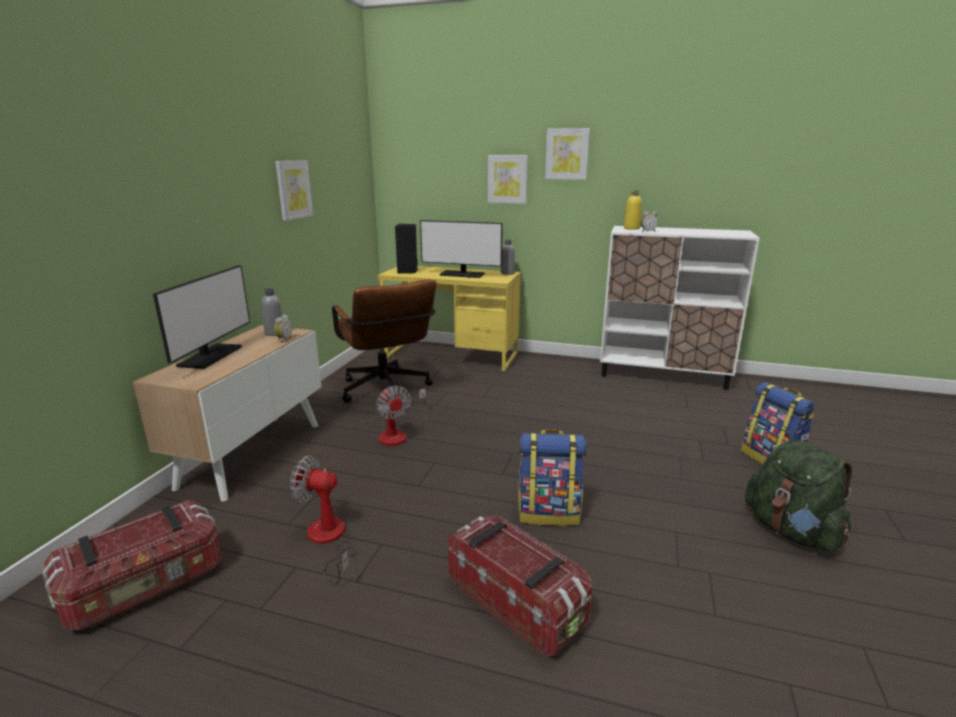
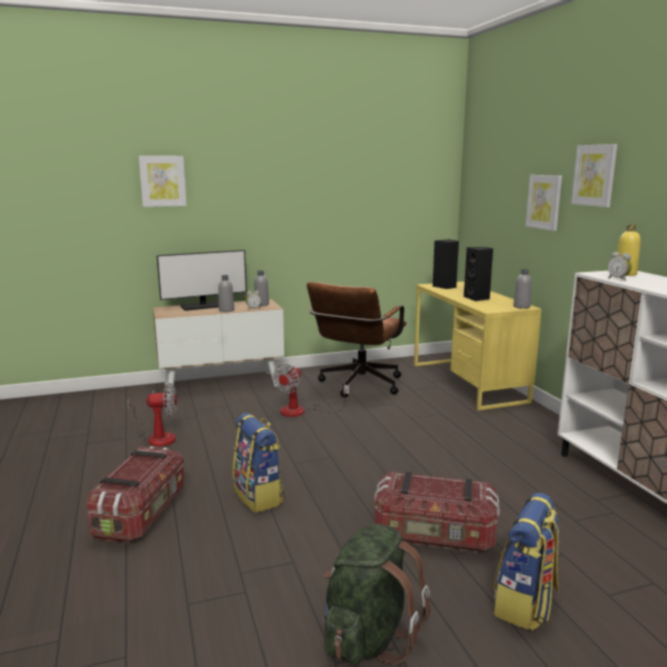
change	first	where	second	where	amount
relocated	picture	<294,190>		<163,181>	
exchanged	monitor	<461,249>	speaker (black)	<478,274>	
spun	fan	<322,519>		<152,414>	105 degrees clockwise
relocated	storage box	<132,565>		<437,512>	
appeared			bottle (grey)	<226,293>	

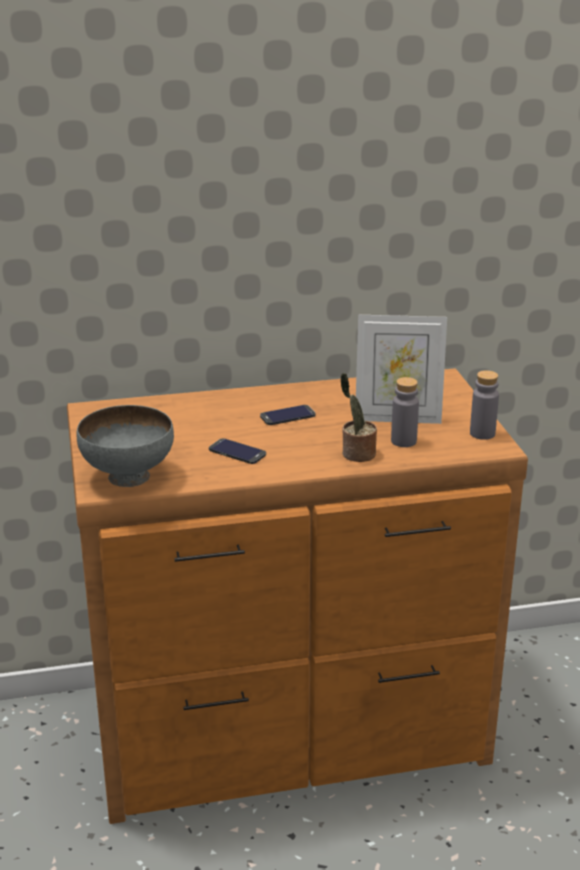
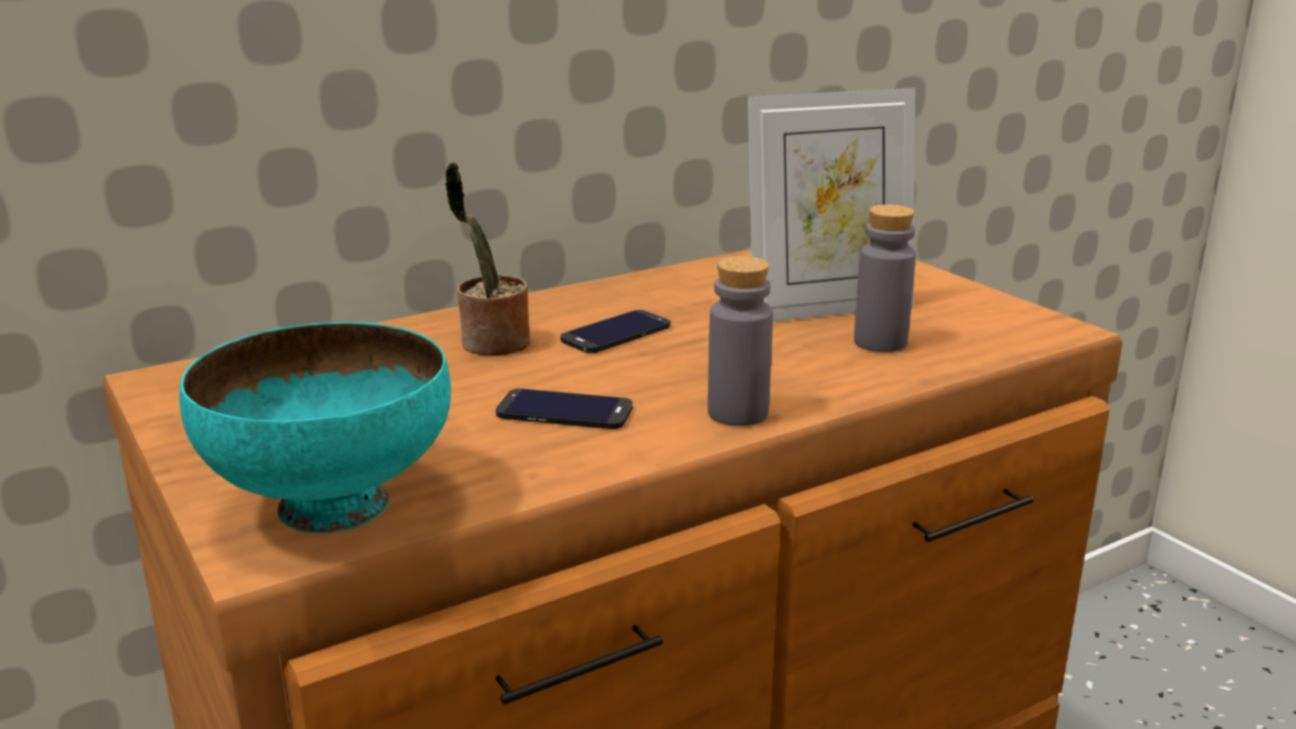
change	first	where	second	where	amount
relocated	bottle (grey)	<484,405>		<740,341>	
relocated	potted plant	<359,417>		<487,258>	
colour	bowl (grey)	<125,446>	bowl (turquoise)	<315,427>	

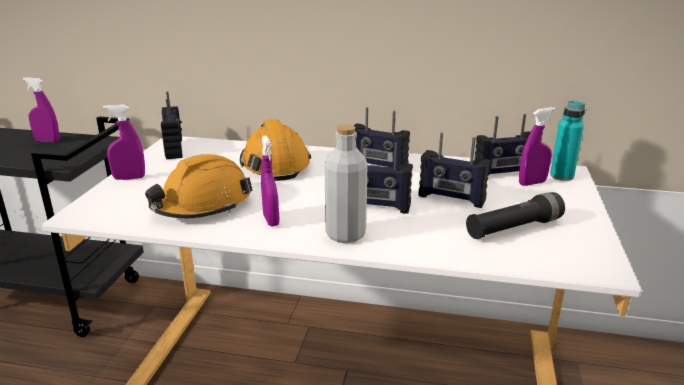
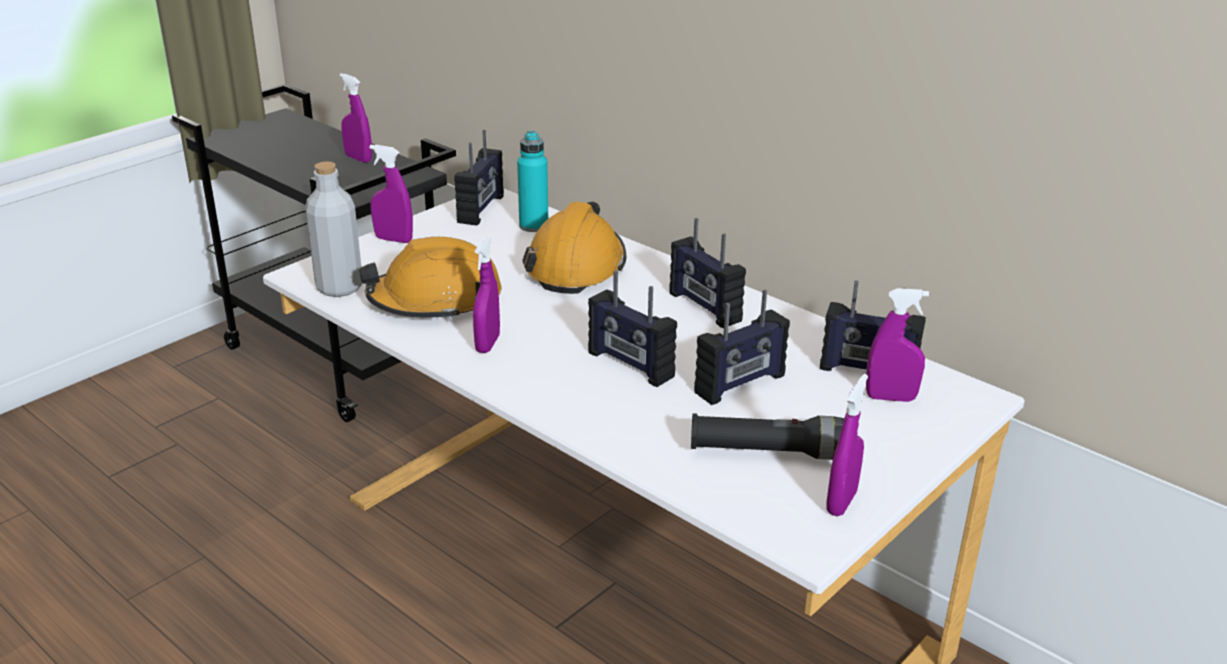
change	first	where	second	where	amount
relocated	bottle (turquoise)	<567,141>		<532,181>	
relocated	bottle (grey)	<346,183>		<333,229>	
spun	radio	<454,170>		<742,347>	90 degrees counterclockwise
appeared			spray bottle (purple)	<847,445>	

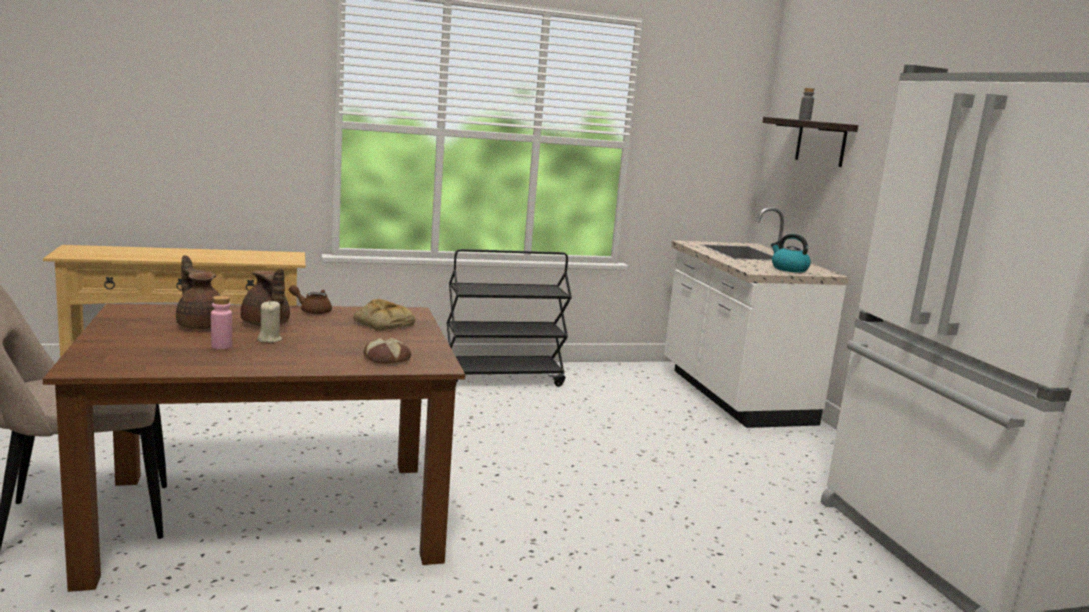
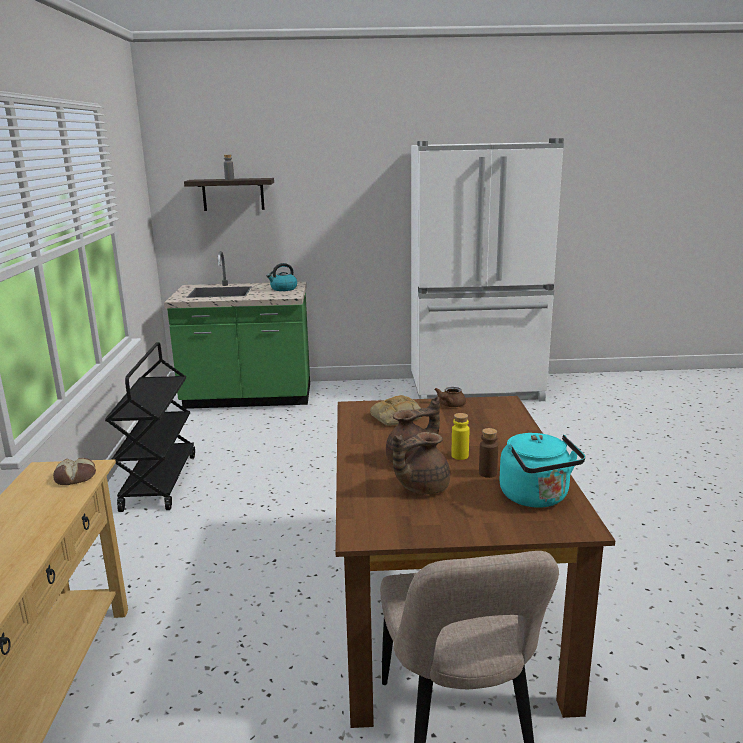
change	first	where	second	where	amount
colour	counter (white)	<756,317>	counter (green)	<237,330>	
relocated	teapot (brown)	<310,299>		<450,397>	
colour	bottle (pink)	<221,322>	bottle (brown)	<488,453>	
exchanged	candle (beige)	<269,322>	bottle (yellow)	<460,436>	
relocated	bread	<387,351>		<74,471>	
appeared			kettle (turquoise)	<542,470>	

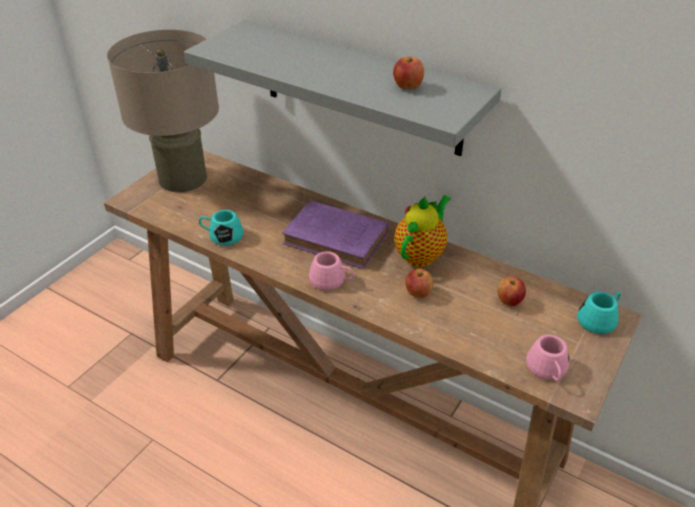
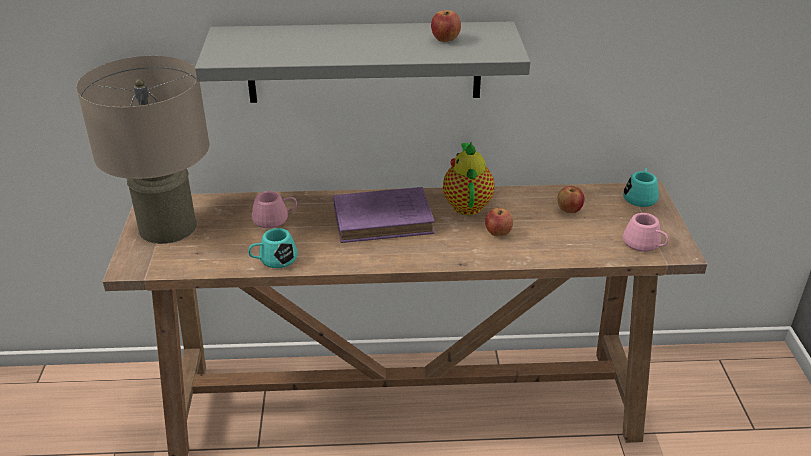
change	first	where	second	where	amount
relocated	mug (pink)	<331,270>		<274,209>	

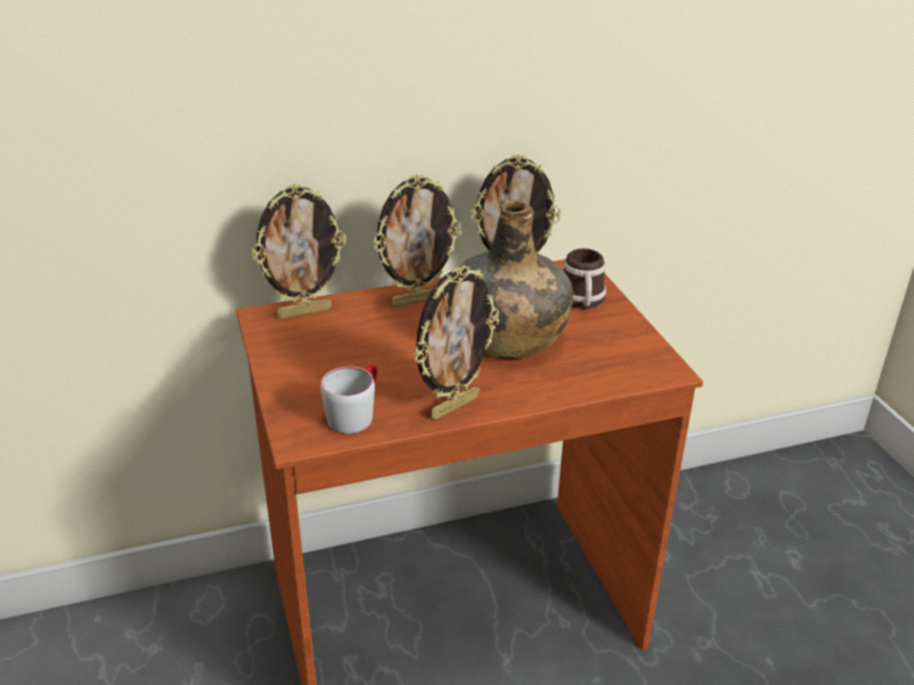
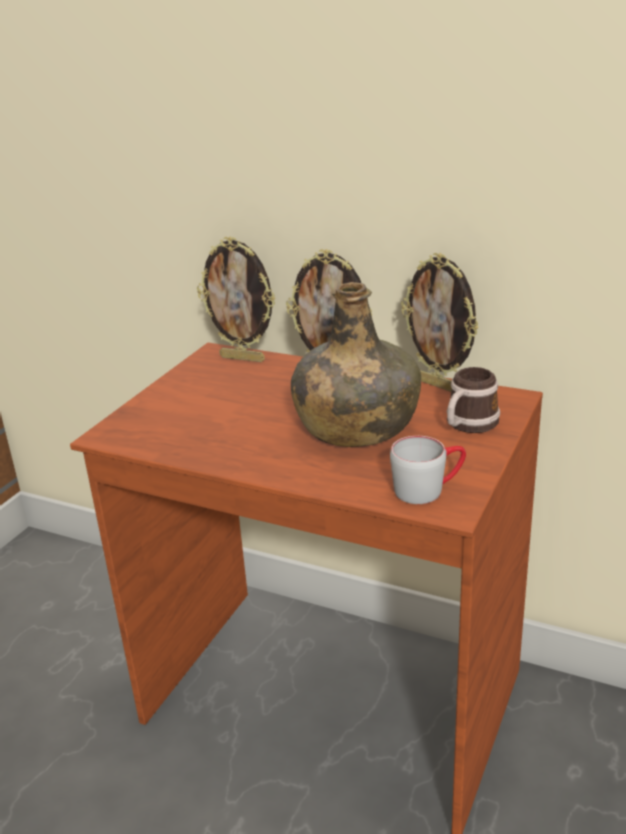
change	first	where	second	where	amount
missing	picture frame	<456,342>			
relocated	mug (grey)	<348,399>		<428,470>	

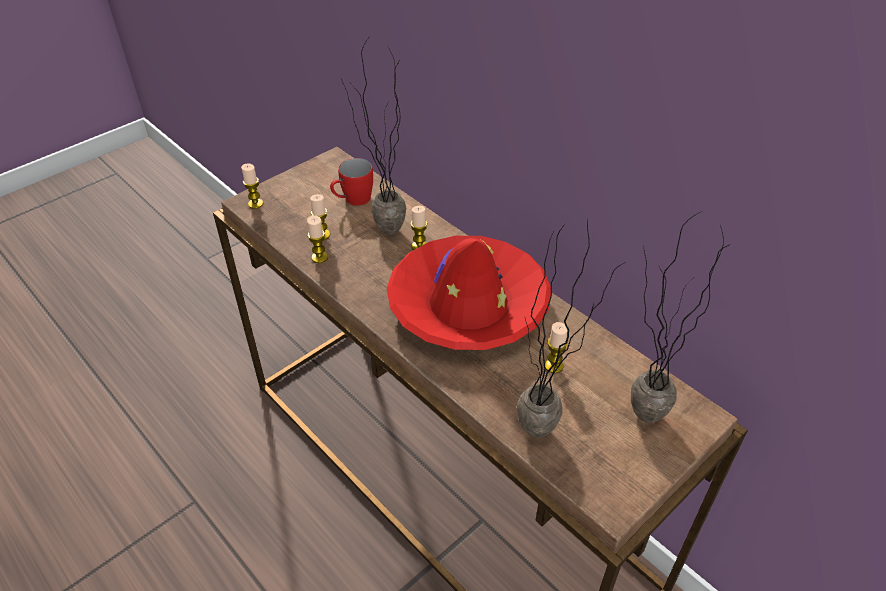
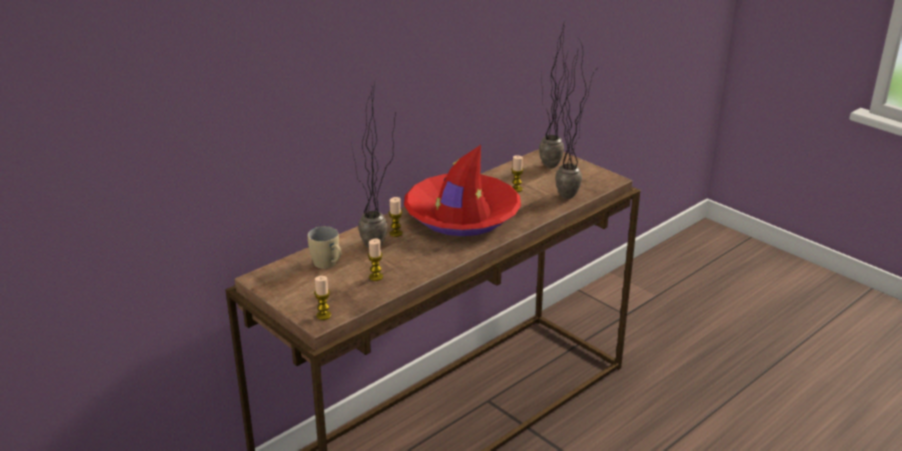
change	first	where	second	where	amount
colour	mug (red)	<351,182>	mug (beige)	<324,247>	
missing	candle	<317,239>			

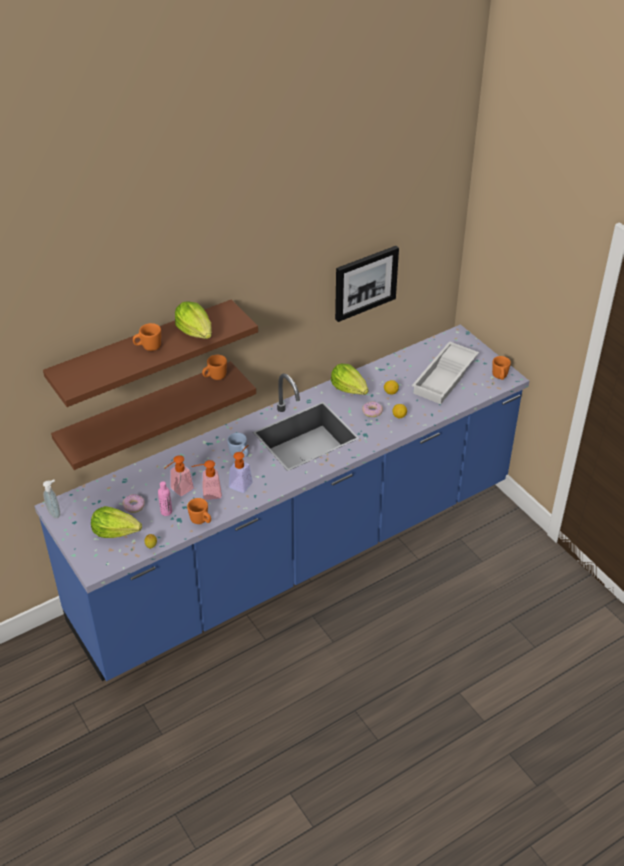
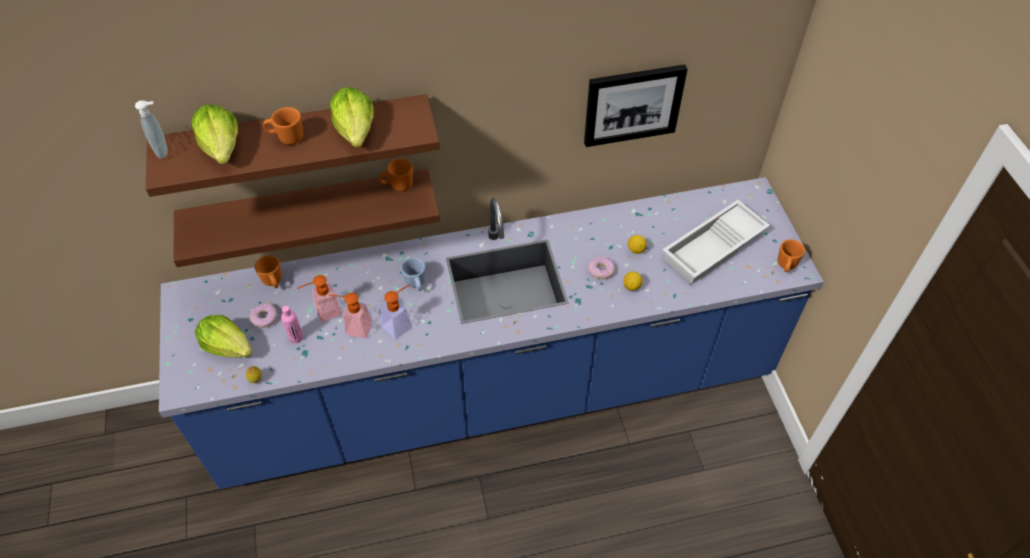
change	first	where	second	where	amount
relocated	lettuce	<349,379>		<215,134>	
relocated	soap dispenser	<51,499>		<151,129>	
relocated	mug (orange)	<199,511>		<268,271>	

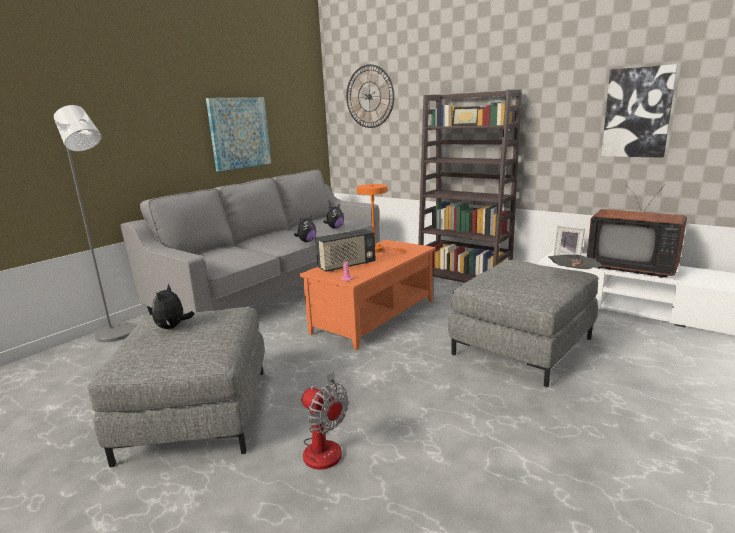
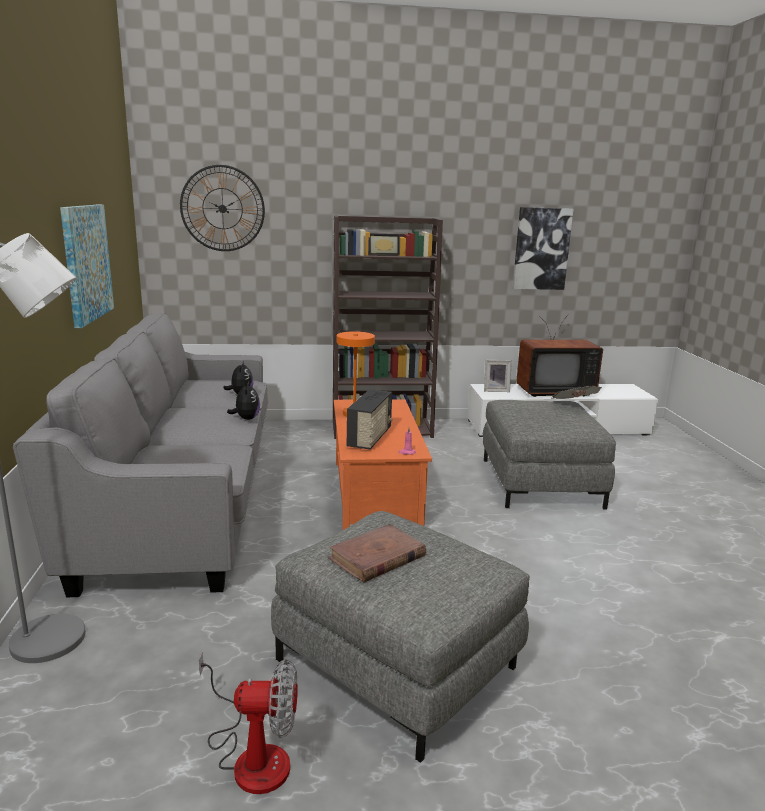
change	first	where	second	where	amount
exchanged	plush toy	<173,306>	book (brown)	<377,553>	
relocated	fan	<325,421>		<248,722>	

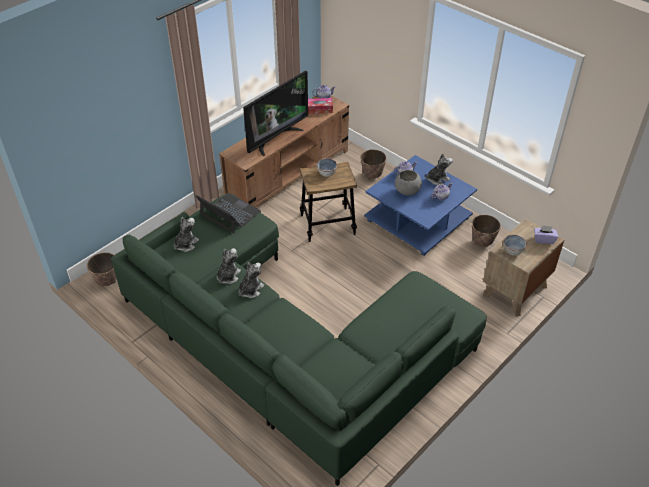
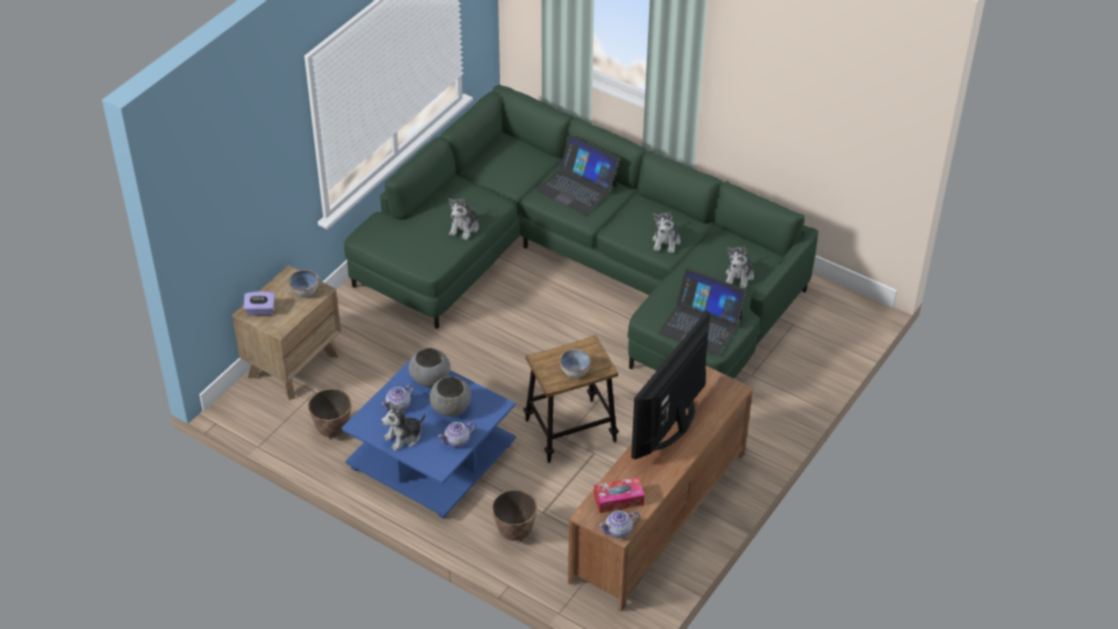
change	first	where	second	where	amount
missing	planter	<102,269>			
relocated	plush toy	<251,280>		<463,219>	
appeared			laptop	<578,175>	
appeared			bowl (grey)	<430,367>	

